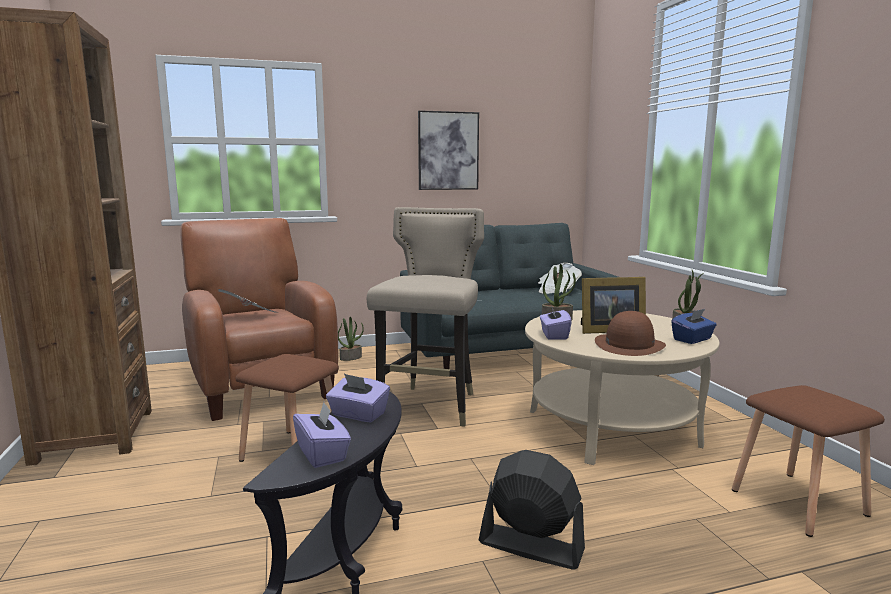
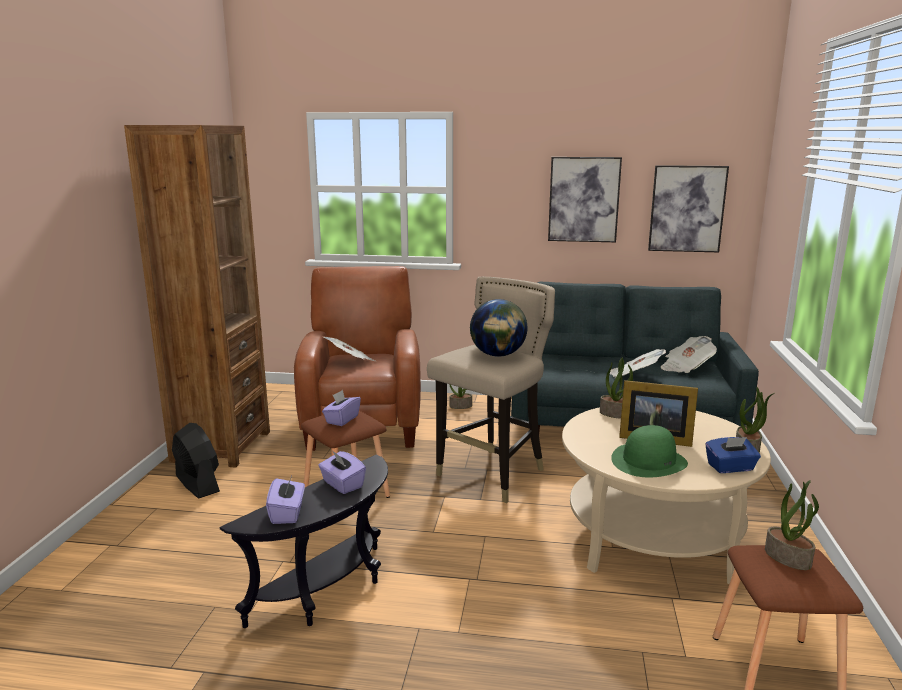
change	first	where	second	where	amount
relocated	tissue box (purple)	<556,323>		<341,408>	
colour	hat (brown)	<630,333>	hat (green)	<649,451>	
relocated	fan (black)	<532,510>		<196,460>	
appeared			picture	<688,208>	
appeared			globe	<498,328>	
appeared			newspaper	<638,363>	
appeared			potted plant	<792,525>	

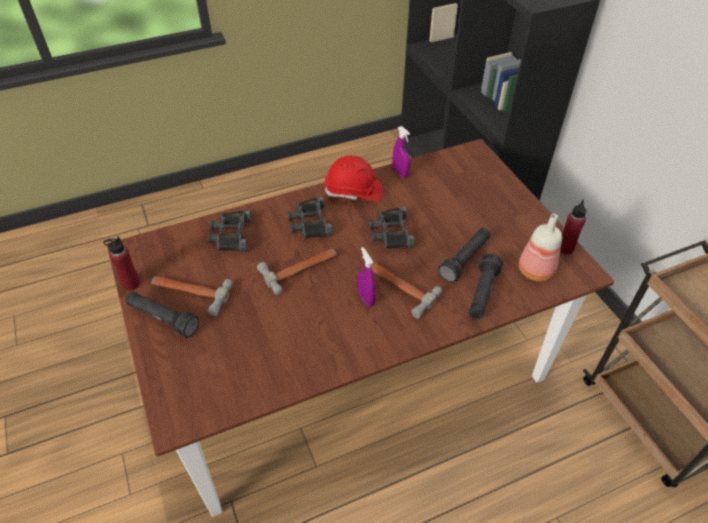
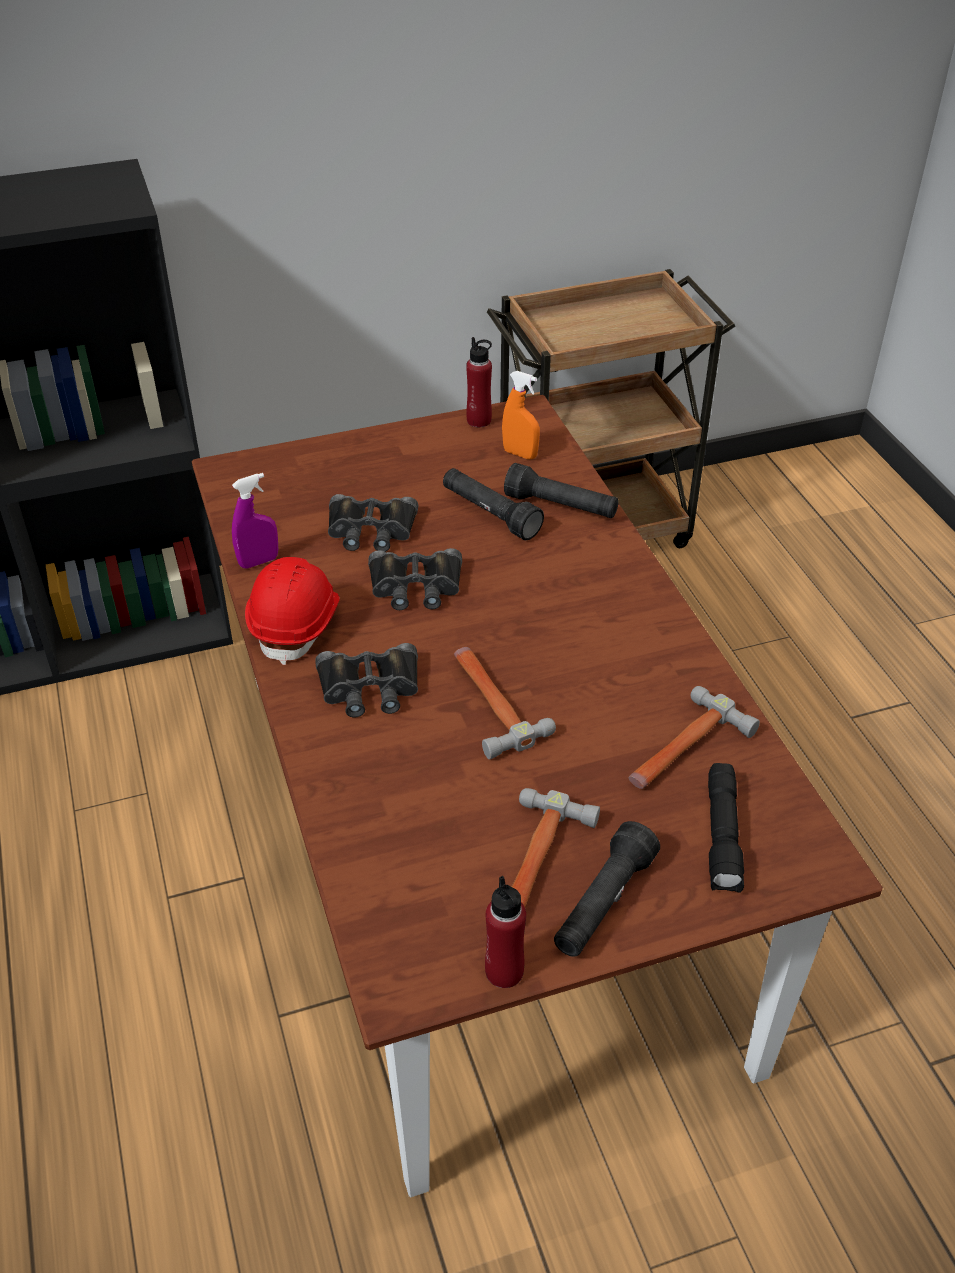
change	first	where	second	where	amount
relocated	binoculars (black)	<230,231>		<373,523>	
exchanged	bottle	<540,247>	spray bottle (orange)	<521,415>	
missing	spray bottle (purple)	<367,277>			
relocated	hammer	<406,290>		<694,737>	
appeared			flashlight (black)	<726,828>	

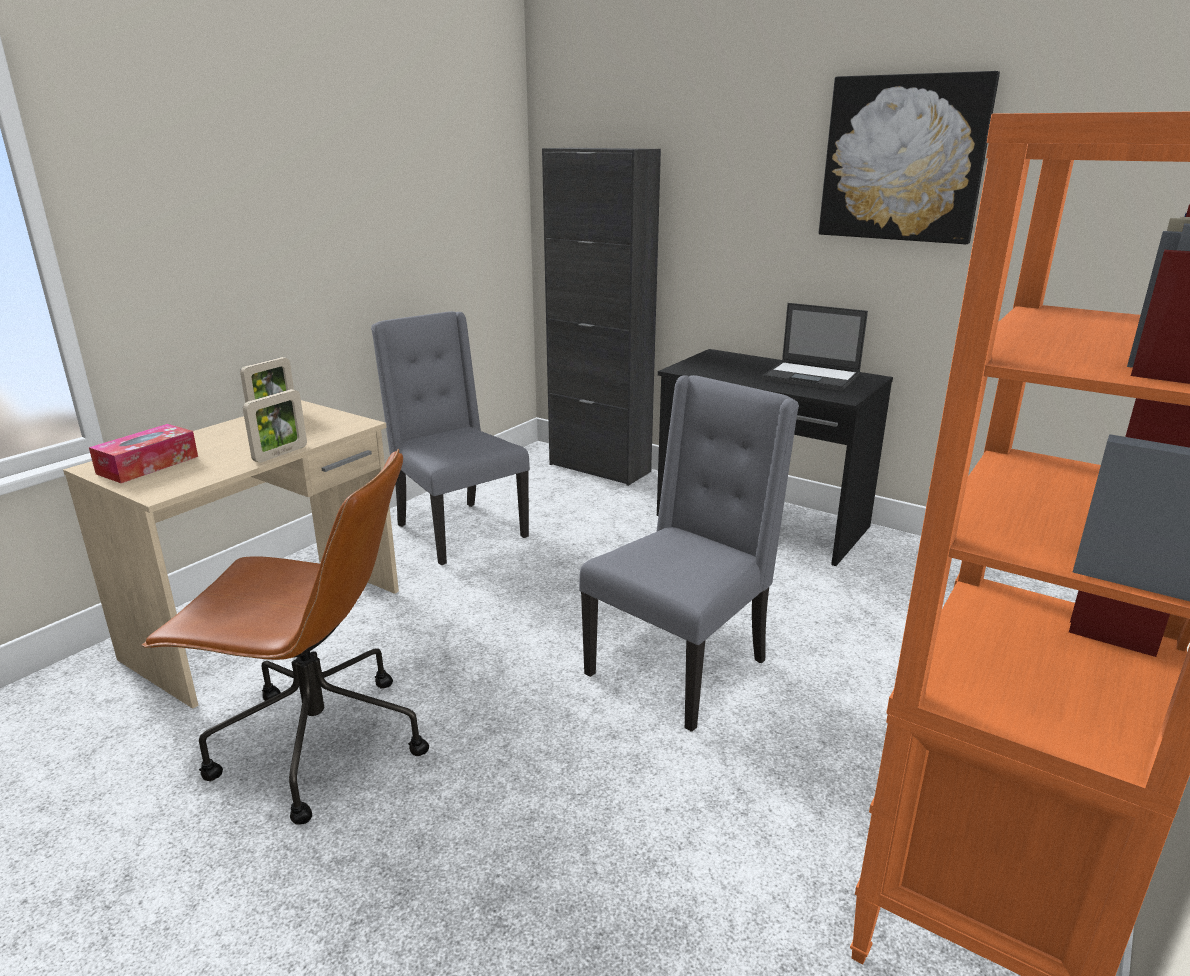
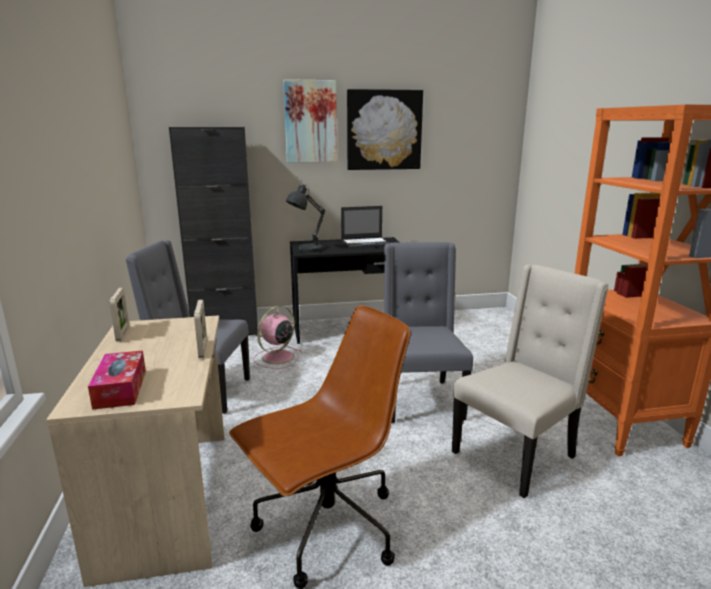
change	first	where	second	where	amount
appeared			picture	<310,121>	
appeared			table lamp (grey)	<305,218>	
appeared			chair (beige)	<530,381>	
appeared			fan (pink)	<277,337>	

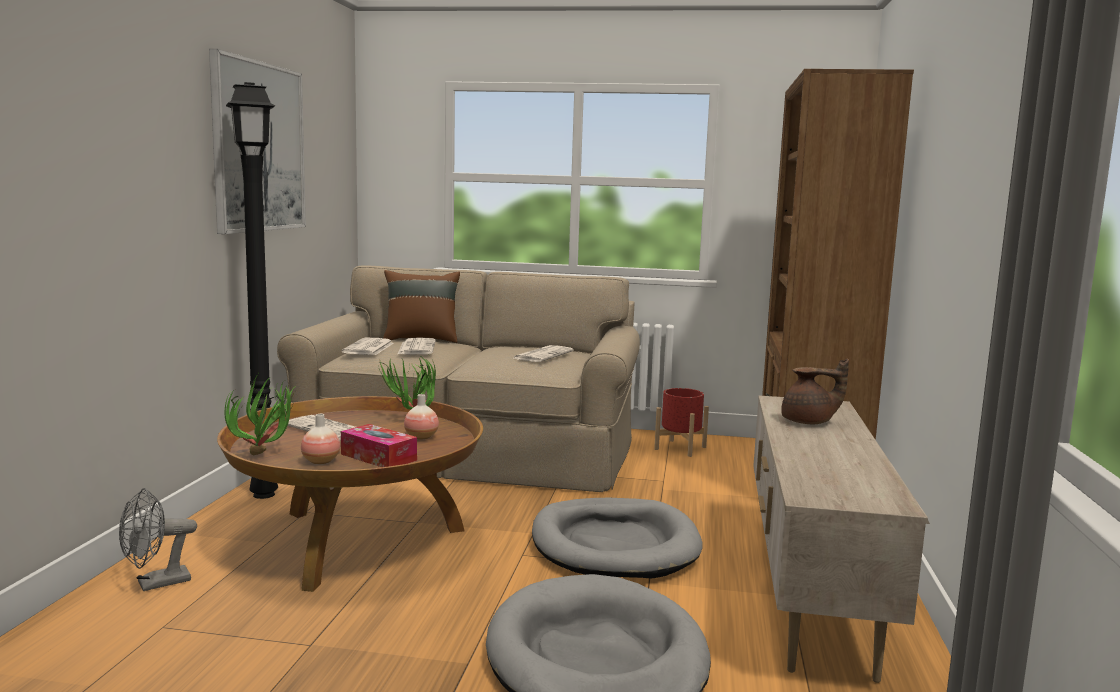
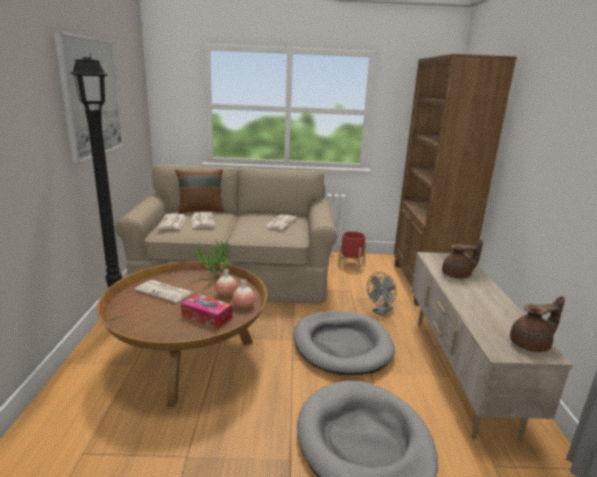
change	first	where	second	where	amount
missing	potted plant	<260,414>			
relocated	vase	<320,439>		<243,294>	
relocated	fan (grey)	<158,539>		<382,294>	
appeared			teapot (brown)	<537,324>	

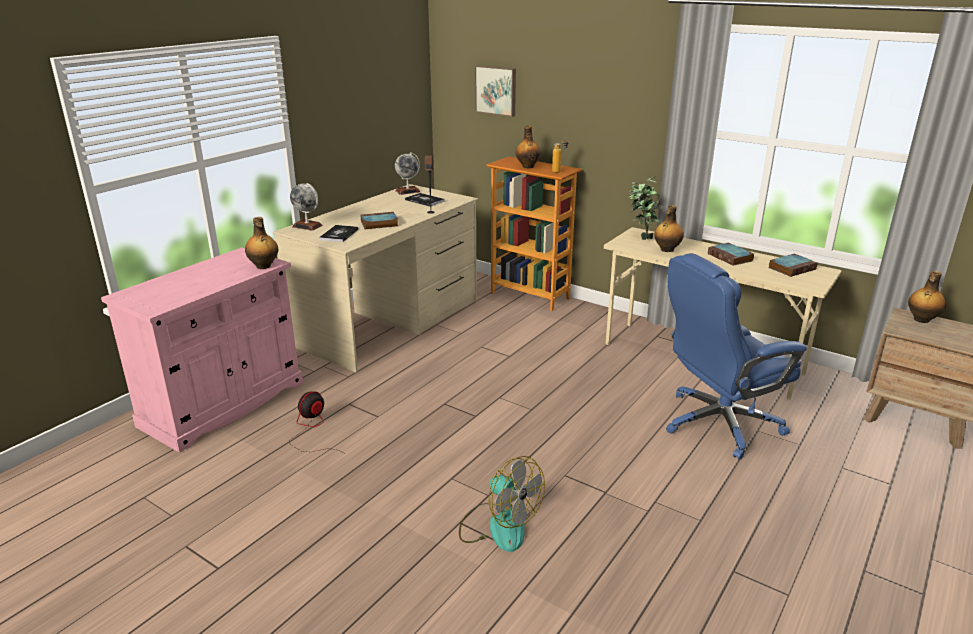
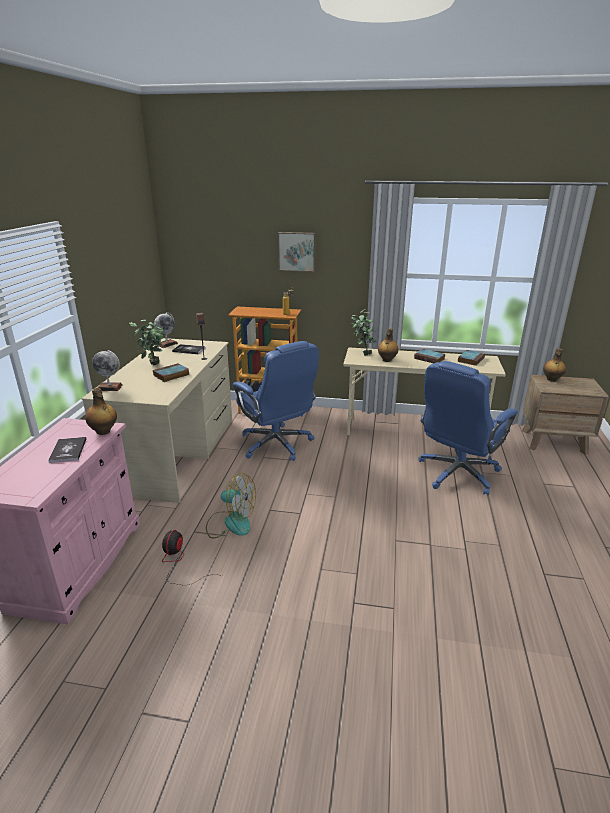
change	first	where	second	where	amount
relocated	picture	<495,91>		<297,252>	
missing	bottle	<528,147>			
relocated	book	<339,233>		<67,450>	
relocated	fan	<502,504>		<231,506>	
appeared			potted plant	<147,342>	
appeared			office chair (blue)	<276,401>	

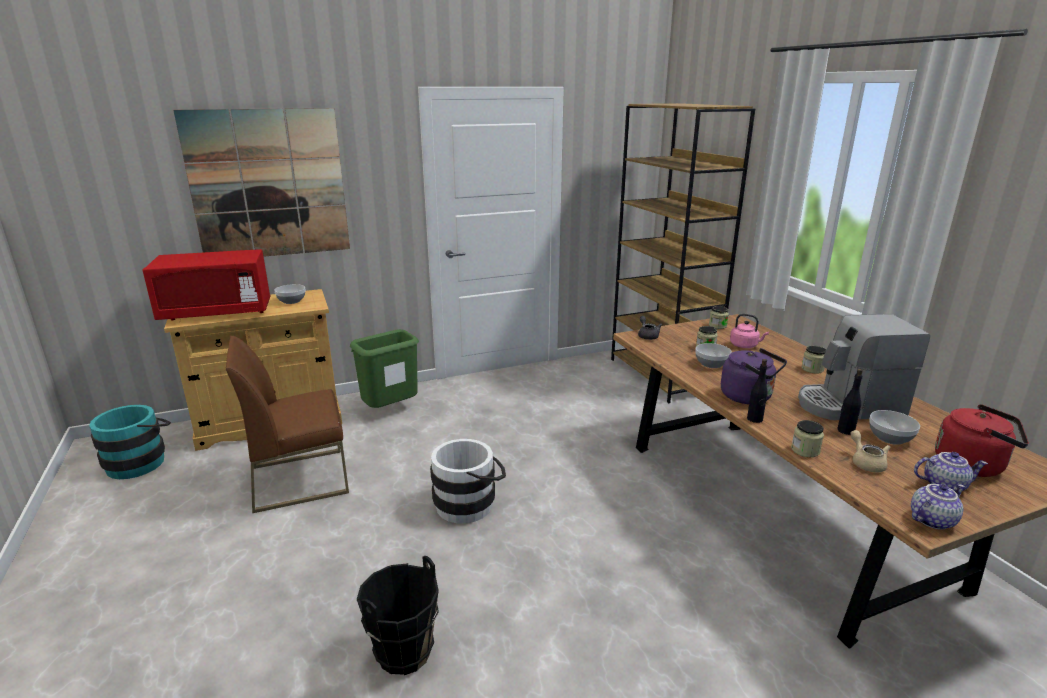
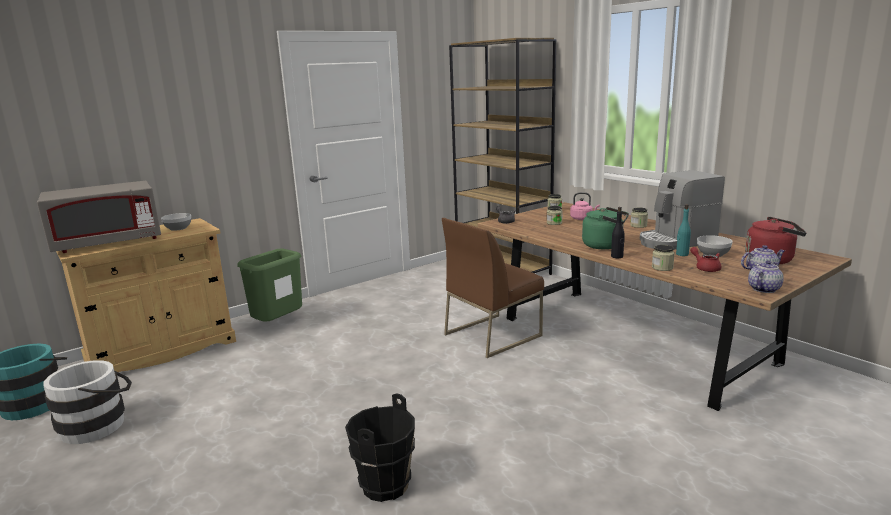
change	first	where	second	where	amount
missing	picture	<261,182>			
colour	microwave (red)	<207,284>	microwave (grey)	<99,217>	
relocated	chair (brown)	<287,424>		<493,288>	
missing	bowl	<713,355>			
colour	kettle (purple)	<754,376>	kettle (green)	<605,228>	
colour	bottle (black)	<850,402>	bottle (turquoise)	<683,230>	
colour	teapot (beige)	<870,451>	teapot (red)	<705,259>	
relocated	bucket (white)	<468,481>		<87,402>	

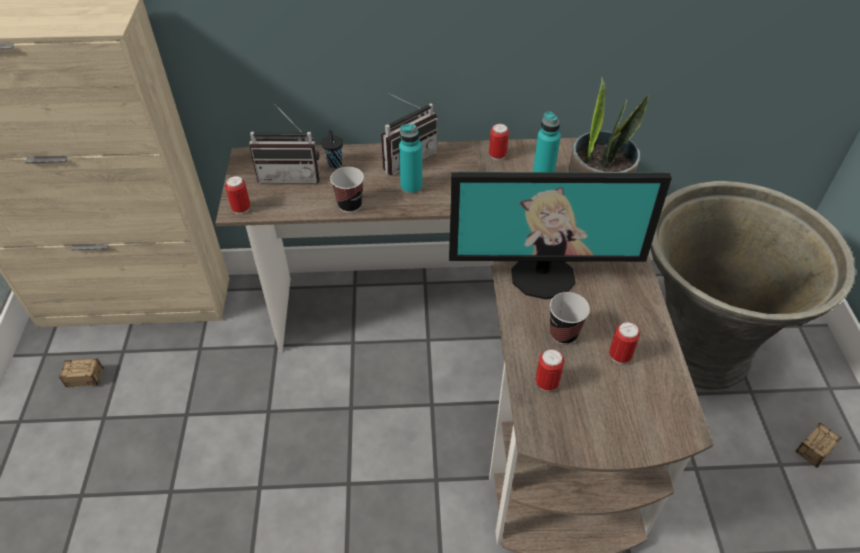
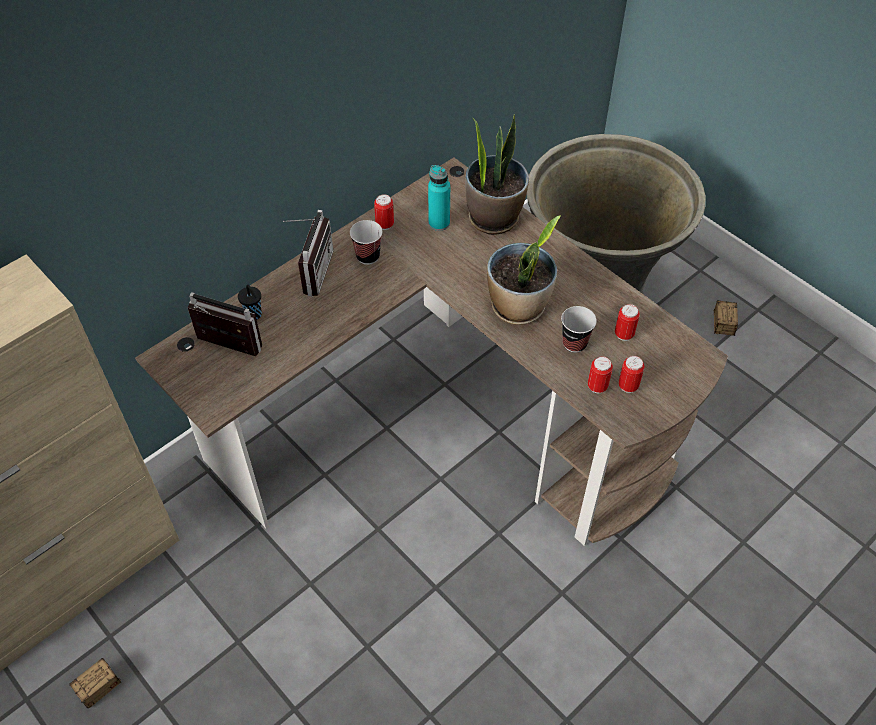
change	first	where	second	where	amount
spun	radio	<284,143>		<225,324>	120 degrees counterclockwise
missing	bottle (turquoise)	<410,159>			
relocated	cup	<347,190>		<366,242>	
exchanged	monitor	<560,235>	potted plant	<524,270>	
relocated	can	<238,195>		<631,374>	

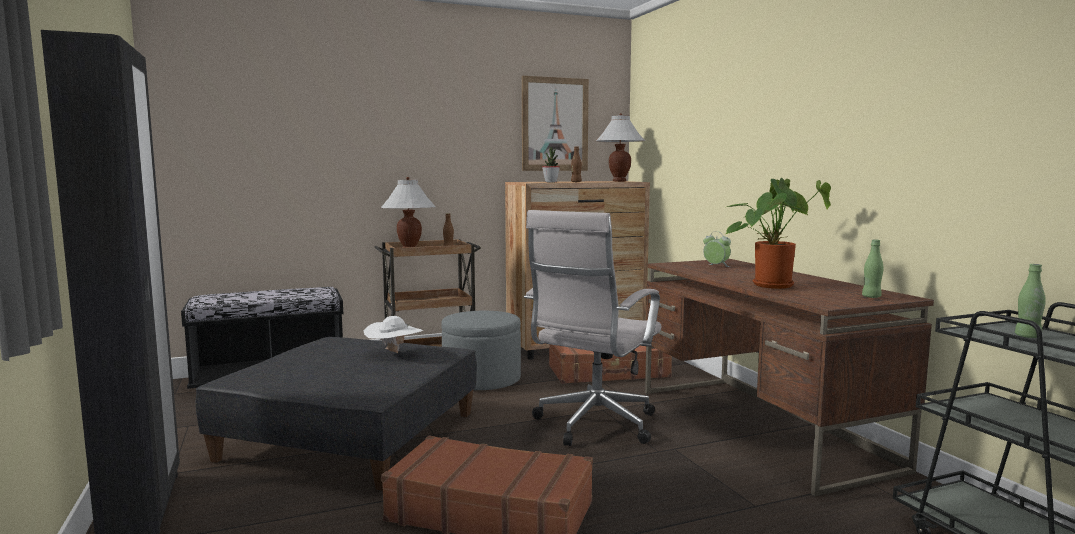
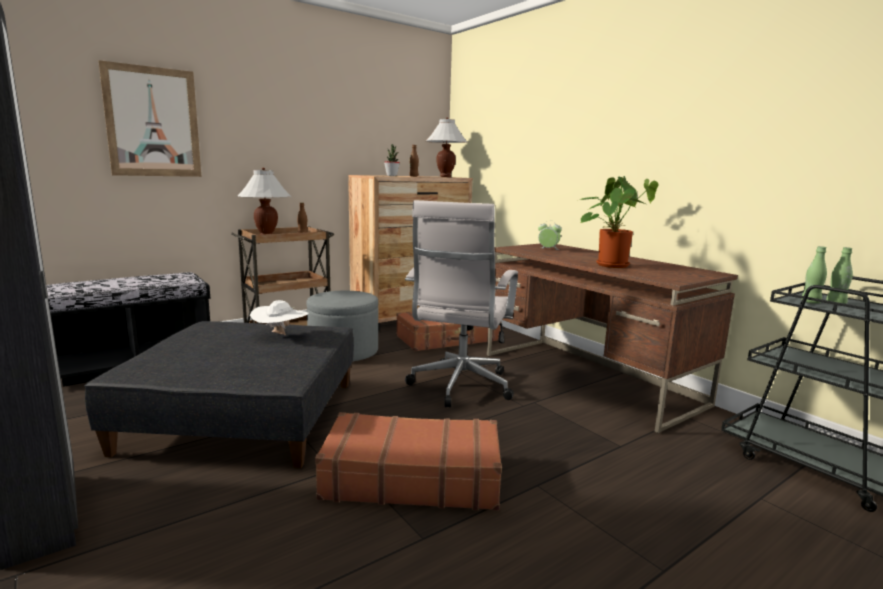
change	first	where	second	where	amount
relocated	picture	<555,123>		<150,118>	
relocated	bottle (green)	<873,269>		<814,274>	

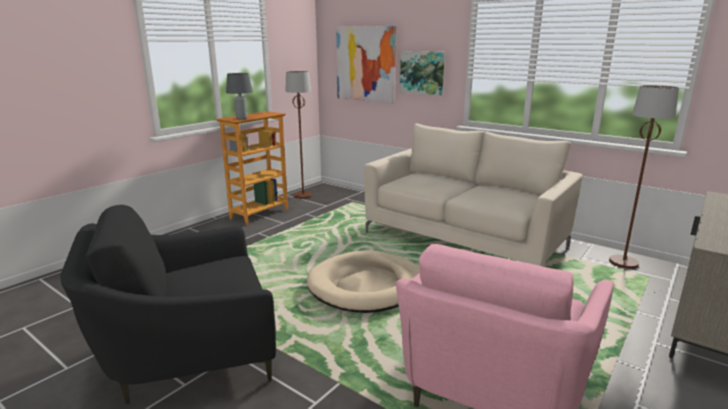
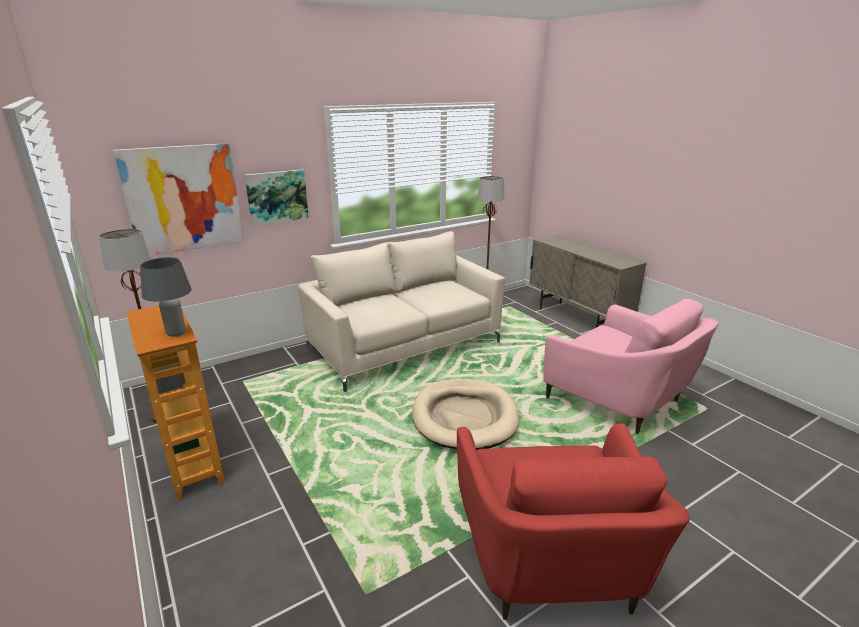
change	first	where	second	where	amount
colour	armchair (black)	<168,304>	armchair (red)	<573,521>	

